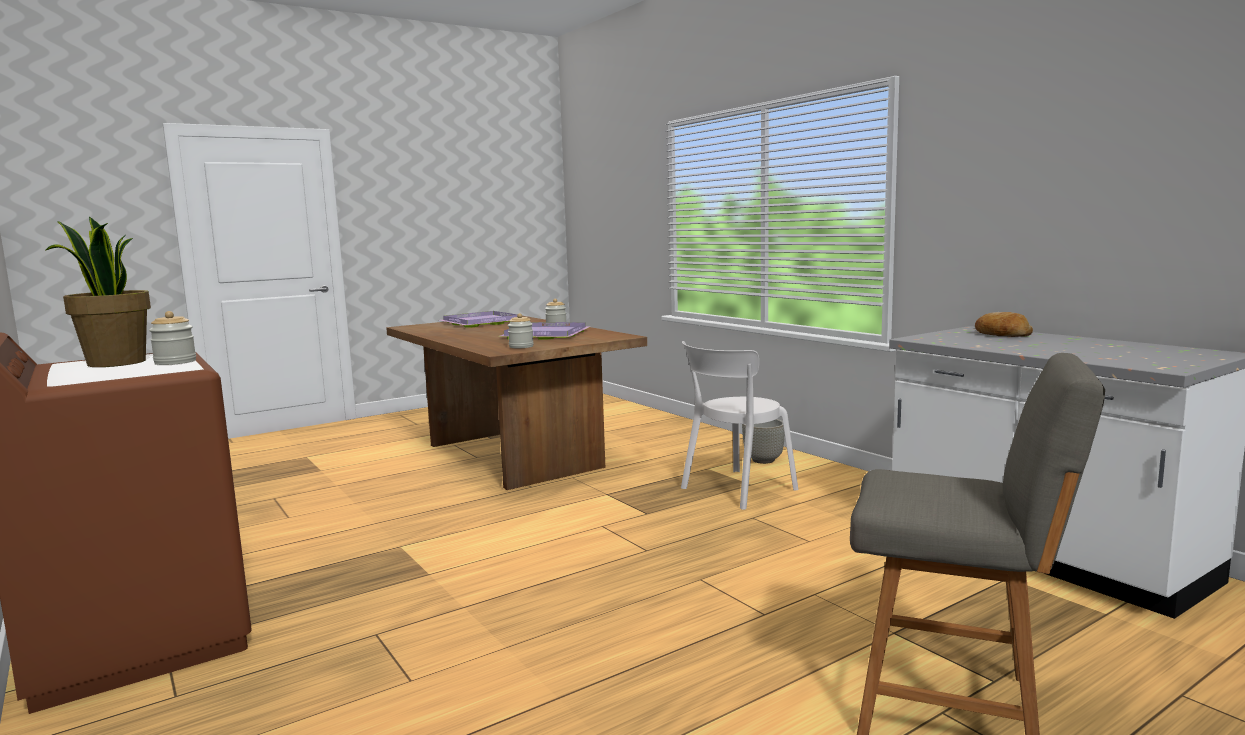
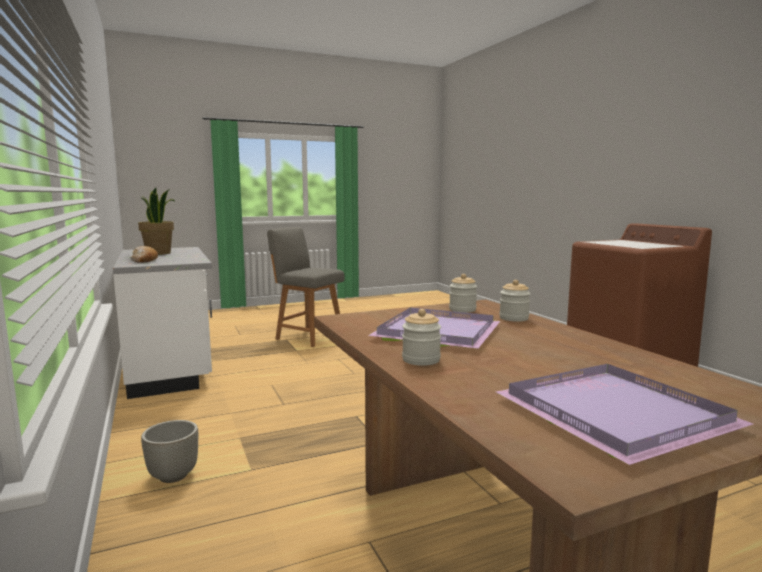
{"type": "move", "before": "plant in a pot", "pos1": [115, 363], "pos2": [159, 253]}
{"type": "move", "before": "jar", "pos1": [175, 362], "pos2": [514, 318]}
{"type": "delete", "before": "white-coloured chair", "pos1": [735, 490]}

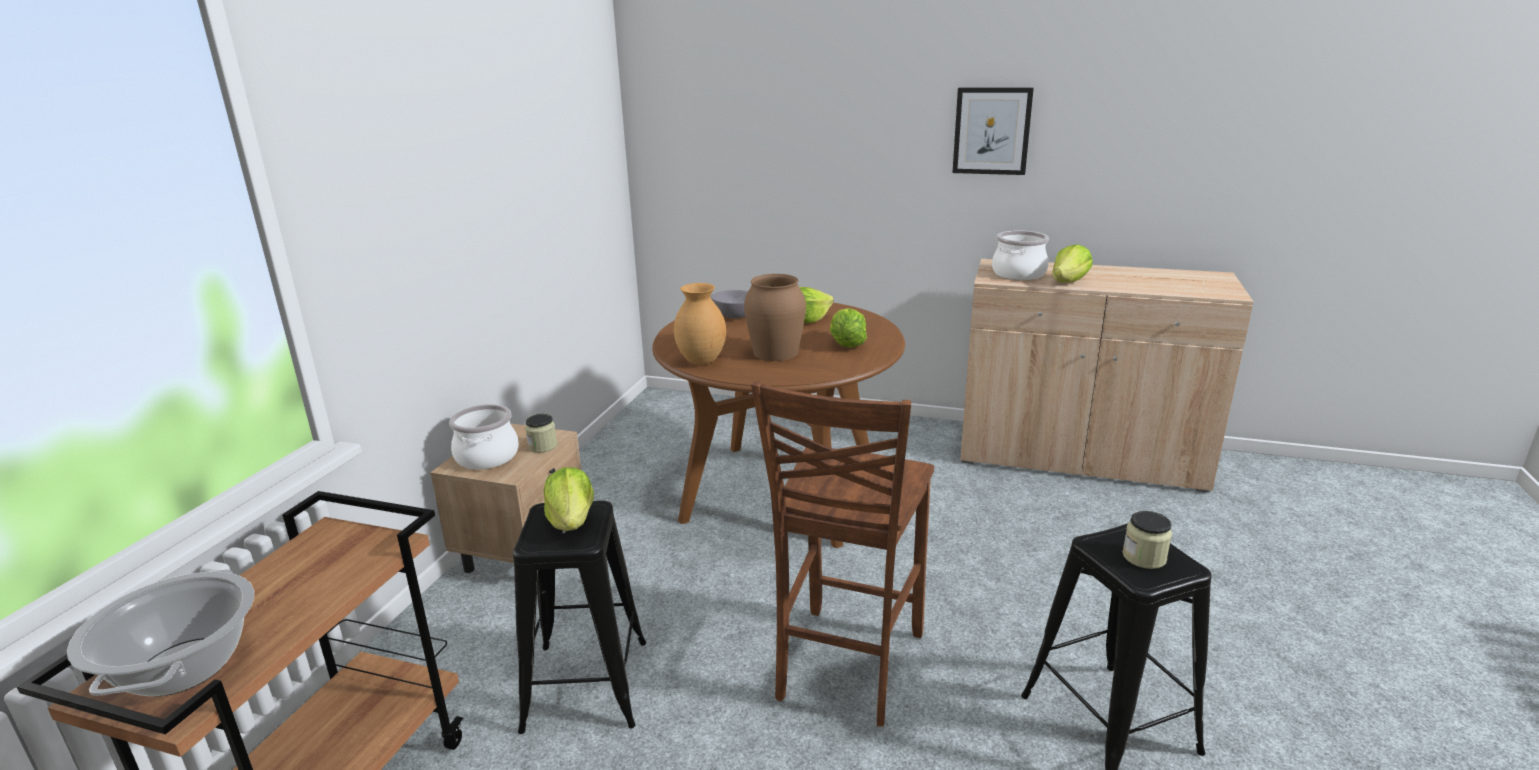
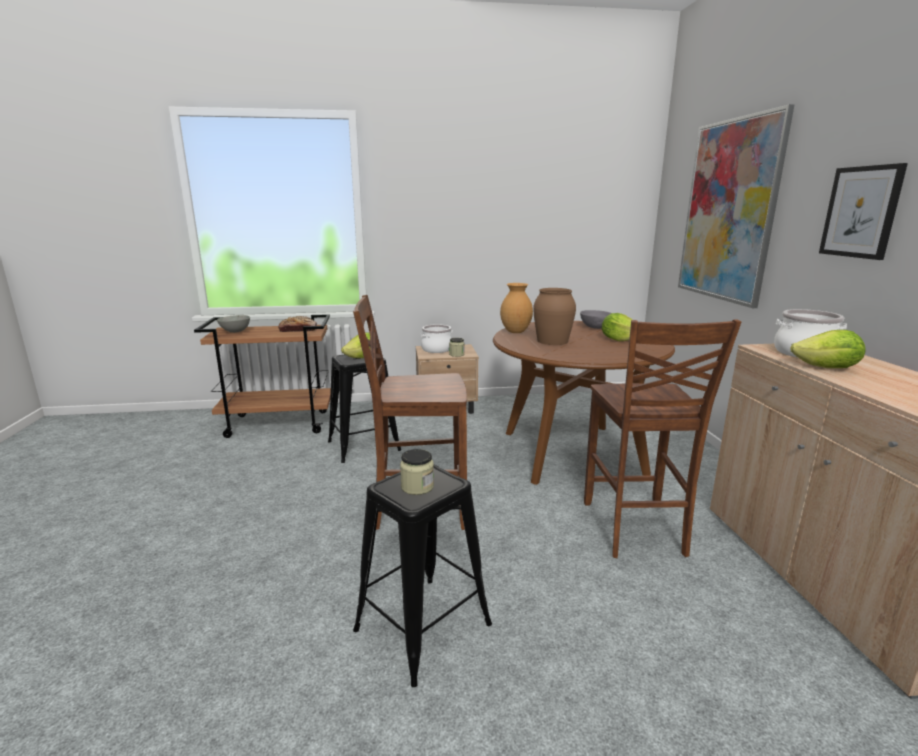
{"type": "replace", "before": "saucepot", "after": "grey bowl", "pos1": [183, 667], "pos2": [235, 332]}
{"type": "delete", "before": "lettuce head", "pos1": [846, 345]}
{"type": "insert", "after": "bakery bread", "pos2": [298, 330]}
{"type": "insert", "after": "brown-coloured chair", "pos2": [634, 529]}
{"type": "insert", "after": "wall picture", "pos2": [728, 211]}

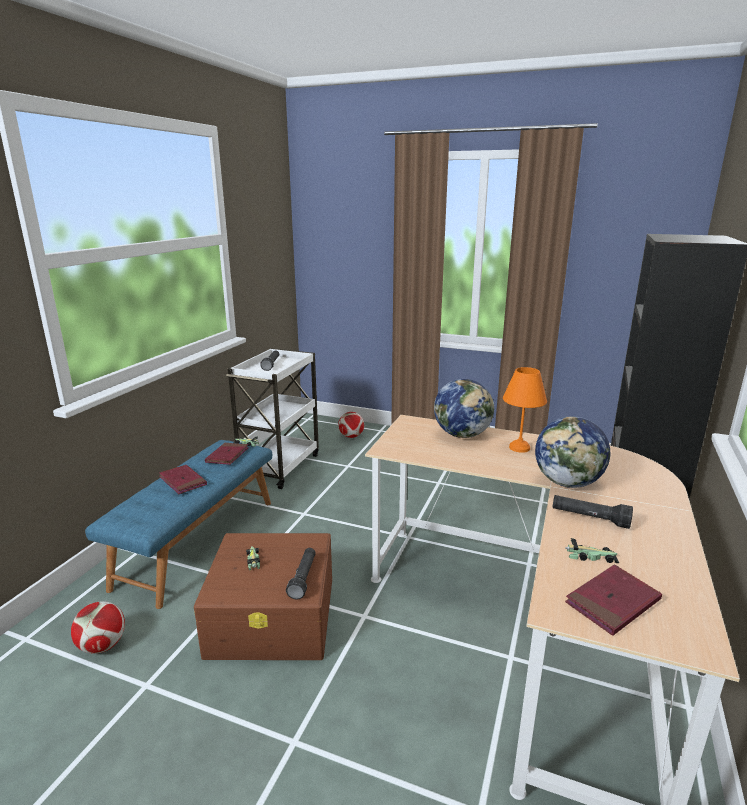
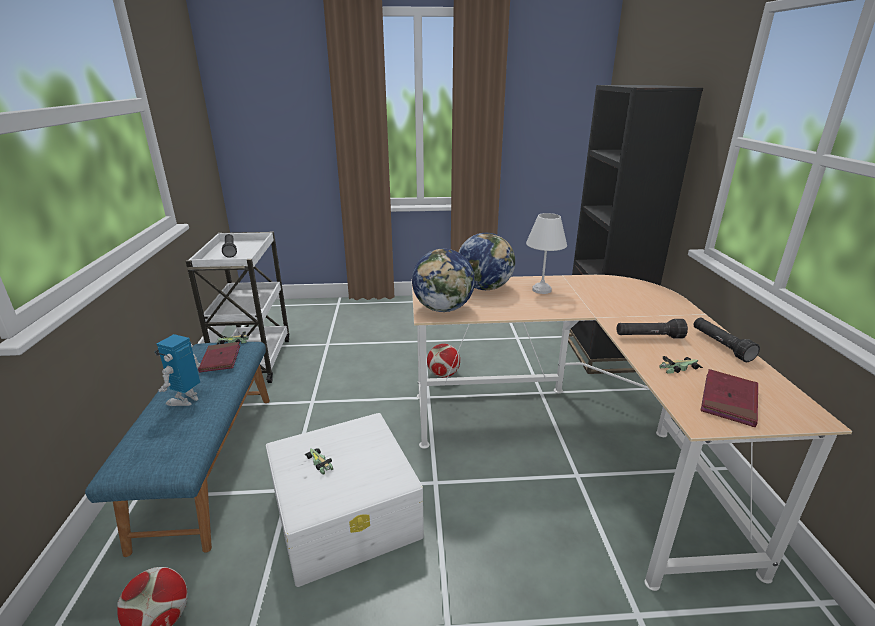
{"type": "replace", "before": "reddish volume", "after": "toy robot", "pos1": [183, 481], "pos2": [186, 400]}
{"type": "recolor", "before": "brown-coloured storage container", "after": "white-coloured storage container", "pos1": [273, 616], "pos2": [347, 513]}
{"type": "move", "before": "black-coloured flashlight", "pos1": [303, 578], "pos2": [720, 345]}
{"type": "move", "before": "football", "pos1": [351, 436], "pos2": [443, 374]}
{"type": "recolor", "before": "orange-coloured lamp for a table", "after": "white-coloured lamp for a table", "pos1": [519, 447], "pos2": [541, 289]}
{"type": "move", "before": "world globe", "pos1": [568, 483], "pos2": [443, 309]}

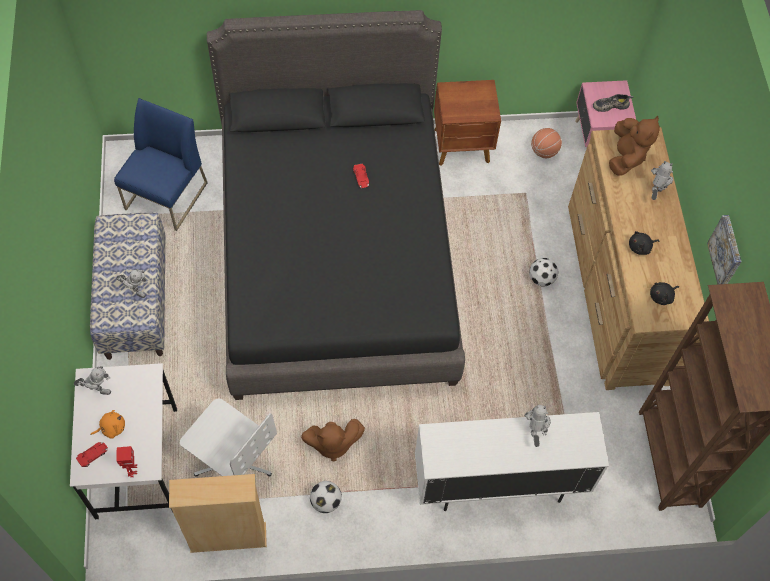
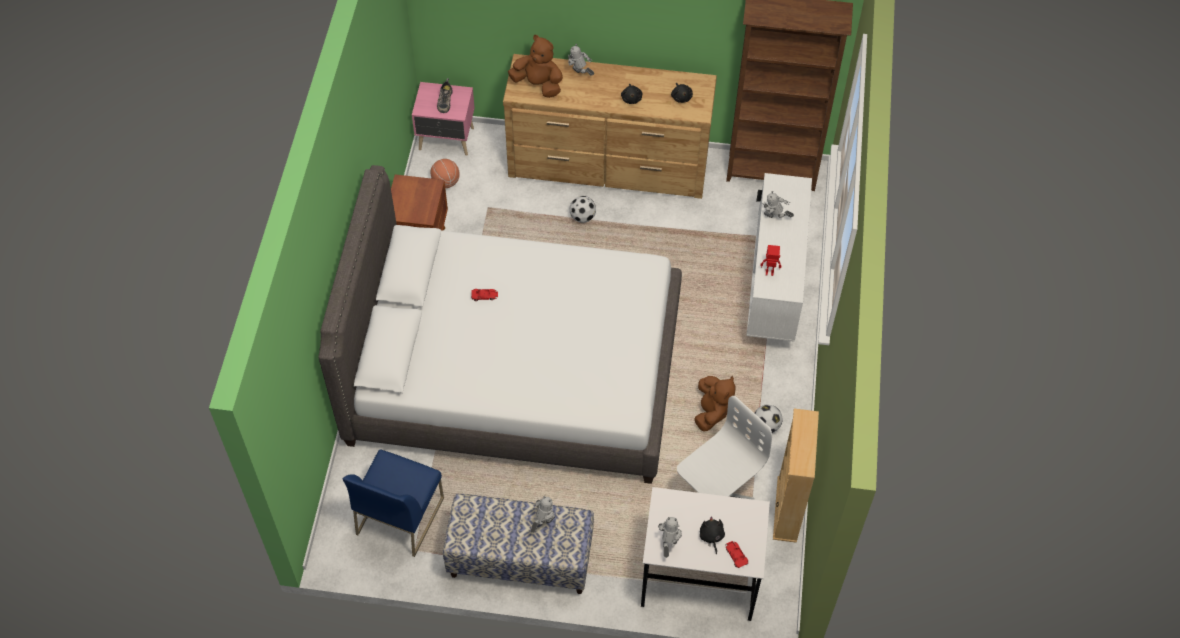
{"type": "recolor", "before": "orange-coloured soft toy", "after": "black-coloured soft toy", "pos1": [111, 428], "pos2": [711, 537]}
{"type": "rotate", "before": "bluish chair", "pos1": [166, 197], "pos2": [400, 515], "turn": -105}
{"type": "move", "before": "toy robot", "pos1": [132, 469], "pos2": [769, 273]}
{"type": "recolor", "before": "black-coloured bed", "after": "white-coloured bed", "pos1": [335, 256], "pos2": [515, 374]}
{"type": "delete", "before": "wall picture", "pos1": [727, 252]}

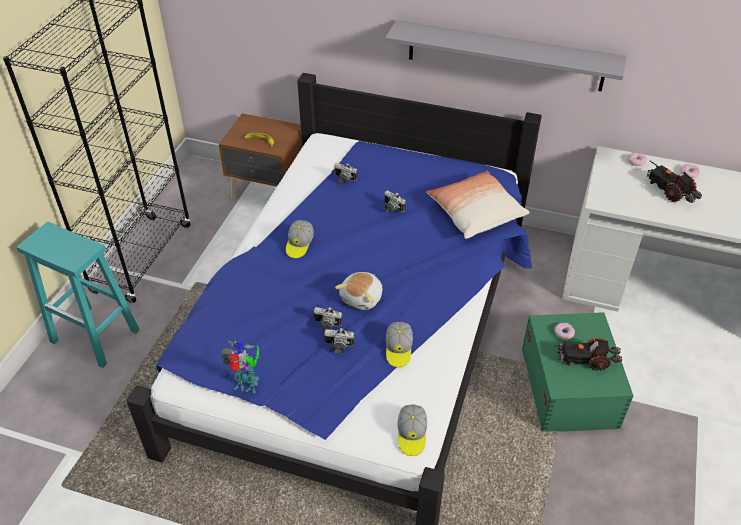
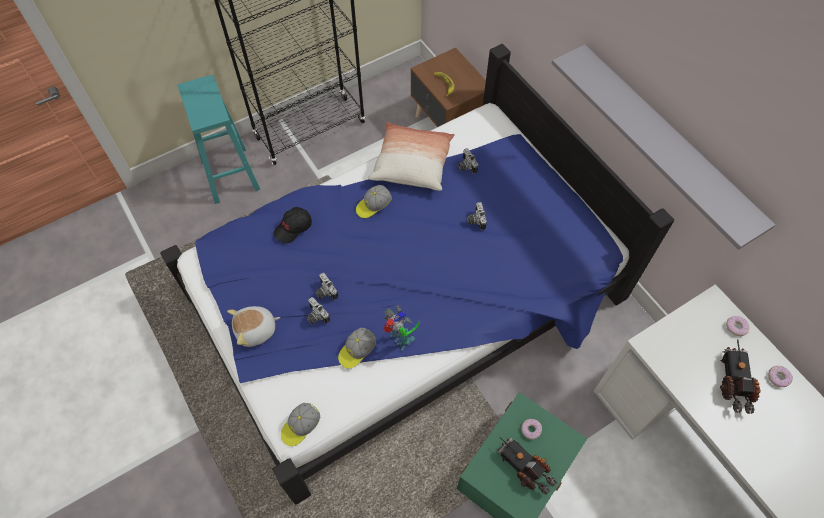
{"type": "move", "before": "toy robot", "pos1": [247, 386], "pos2": [401, 340]}
{"type": "move", "before": "soft toy", "pos1": [362, 298], "pos2": [256, 331]}
{"type": "move", "before": "pillow", "pos1": [475, 214], "pos2": [412, 164]}
{"type": "insert", "after": "black-coloured baseball cap", "pos2": [293, 228]}

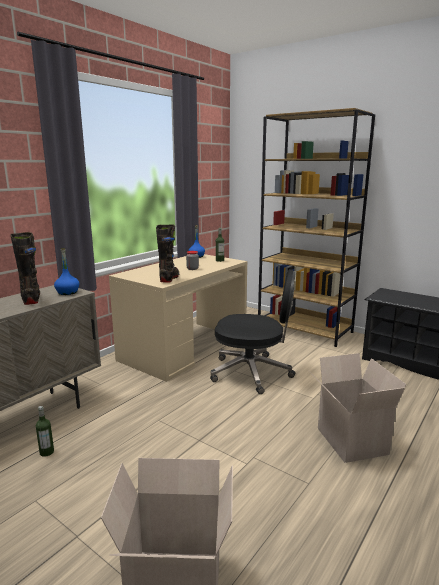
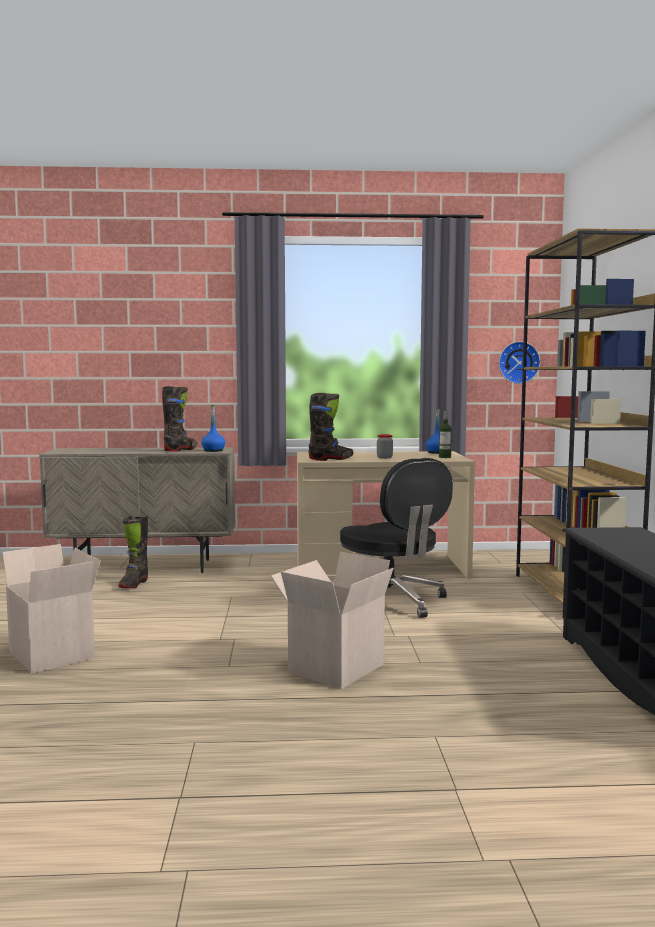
{"type": "replace", "before": "drink bottle", "after": "black-coloured tall boot", "pos1": [47, 452], "pos2": [133, 584]}
{"type": "insert", "after": "wall clock", "pos2": [518, 362]}

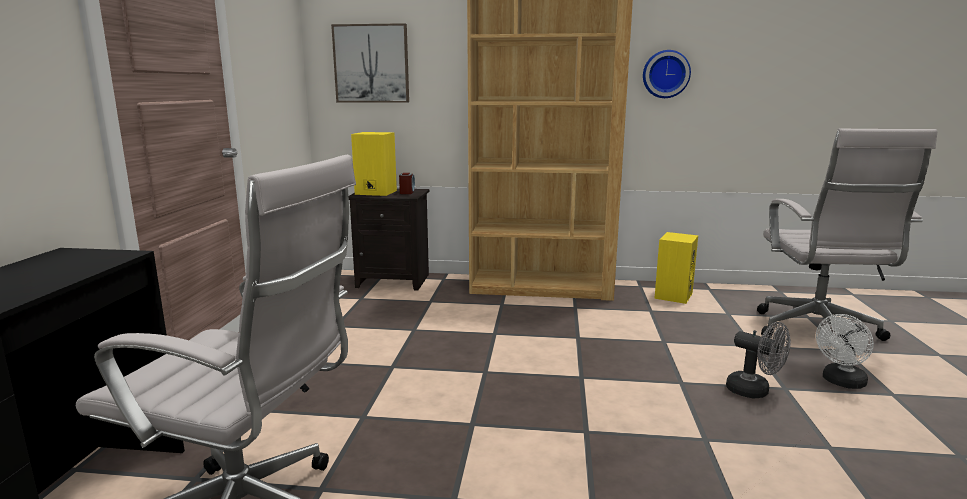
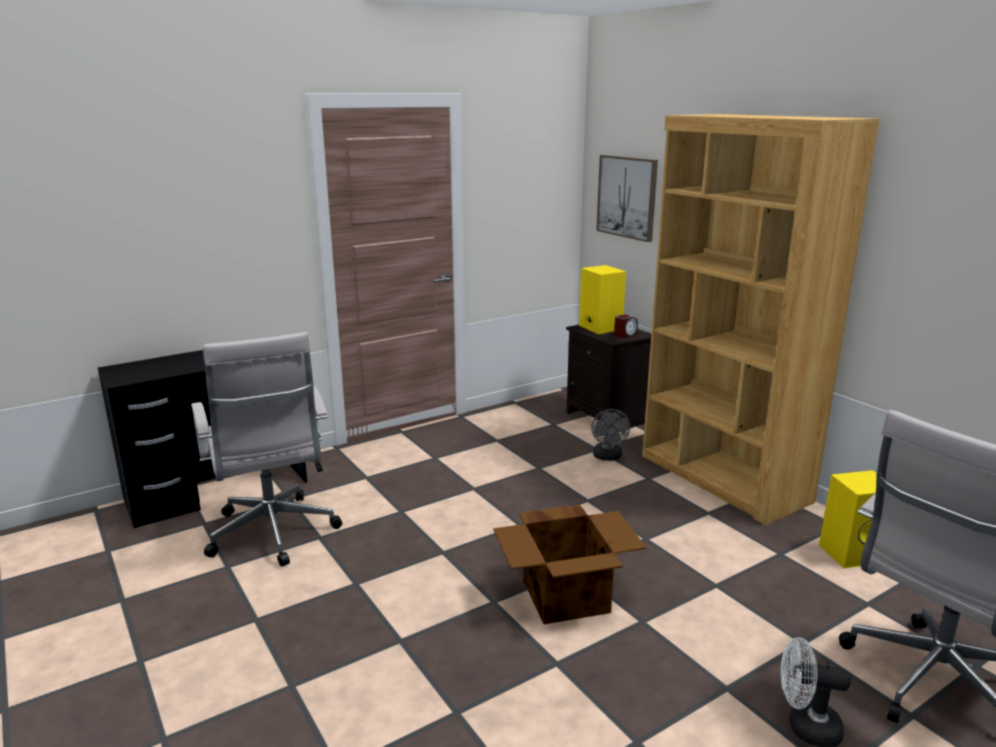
{"type": "delete", "before": "wall clock", "pos1": [665, 74]}
{"type": "move", "before": "grey electric fan", "pos1": [754, 391], "pos2": [608, 457]}
{"type": "insert", "after": "cardboard box", "pos2": [567, 596]}

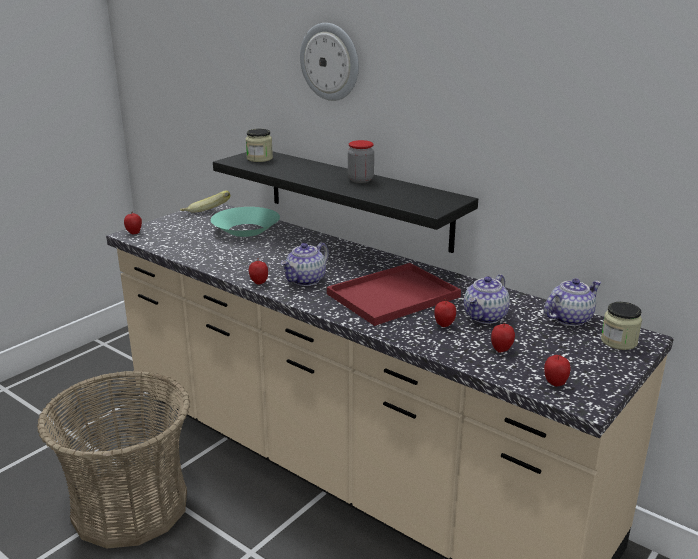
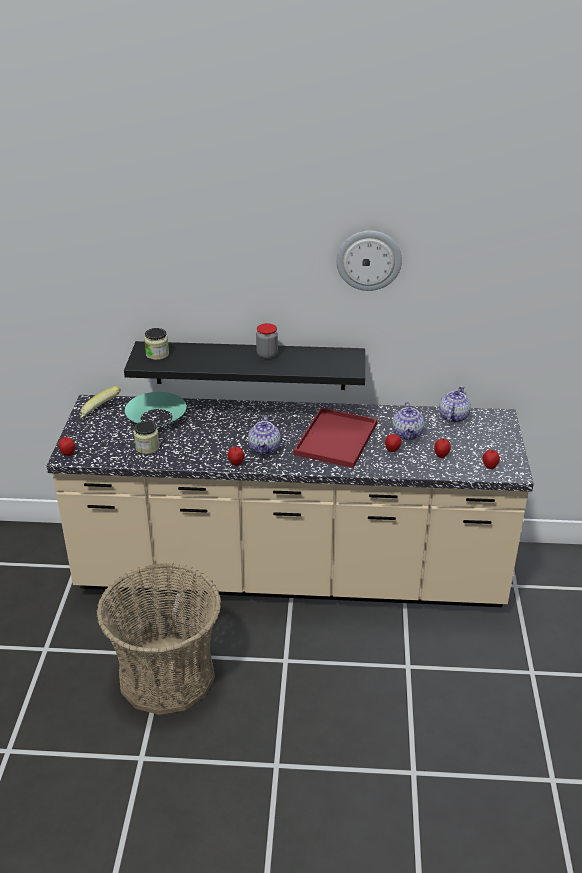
{"type": "move", "before": "wall clock", "pos1": [330, 62], "pos2": [369, 260]}
{"type": "move", "before": "jar", "pos1": [618, 341], "pos2": [147, 447]}

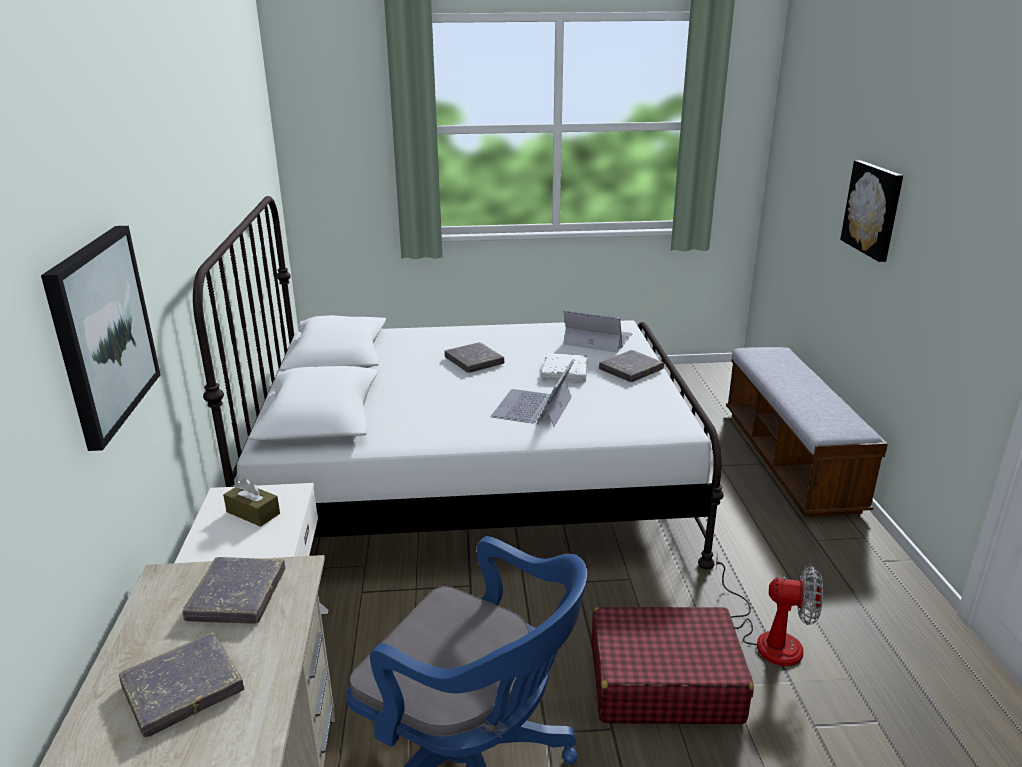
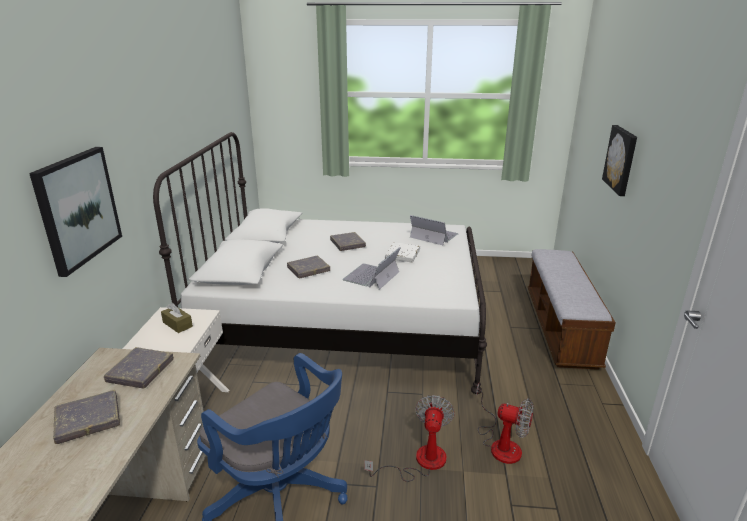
{"type": "replace", "before": "reddish piece of luggage", "after": "electric fan", "pos1": [663, 681], "pos2": [420, 462]}
{"type": "move", "before": "grey volume", "pos1": [630, 370], "pos2": [308, 269]}

